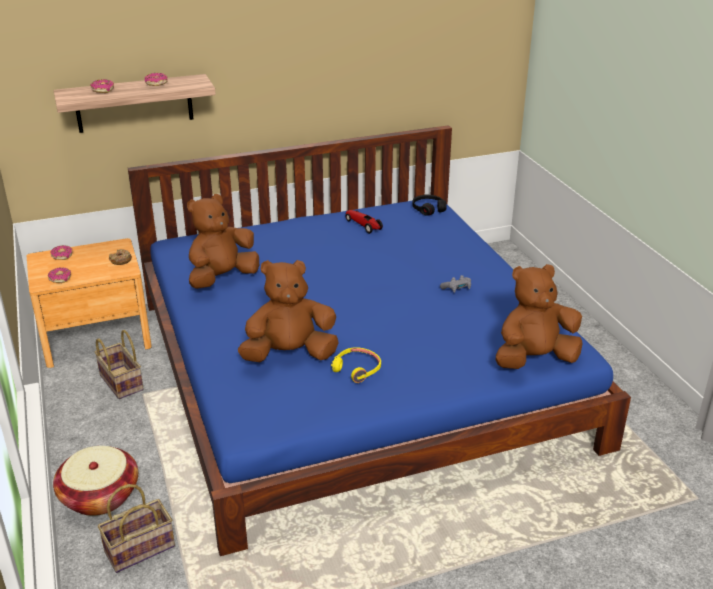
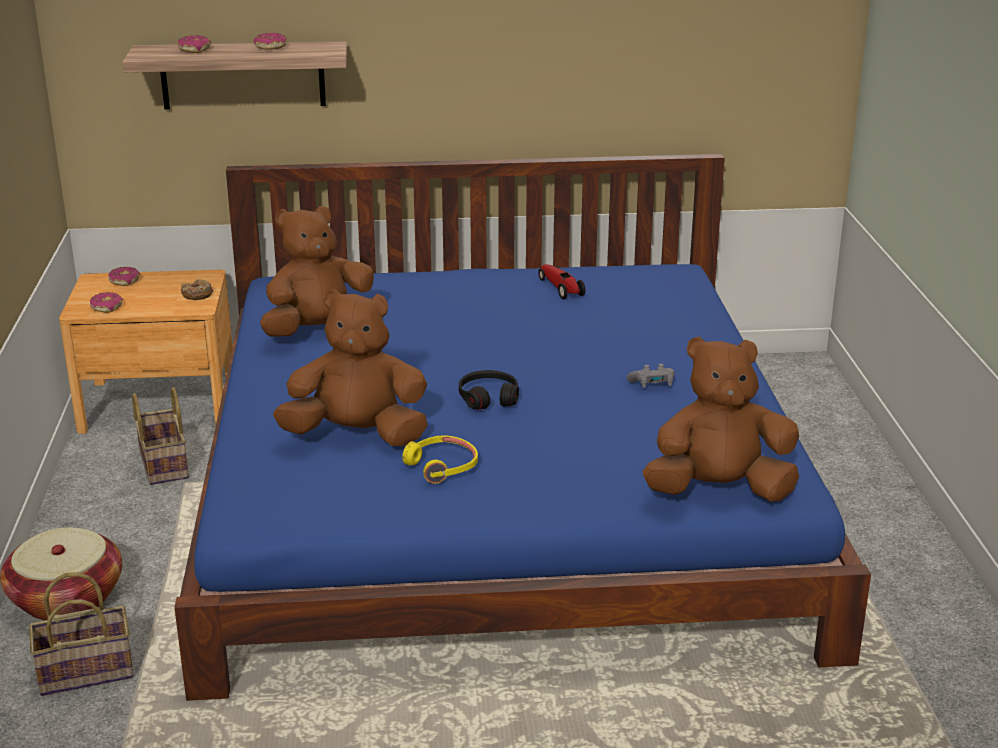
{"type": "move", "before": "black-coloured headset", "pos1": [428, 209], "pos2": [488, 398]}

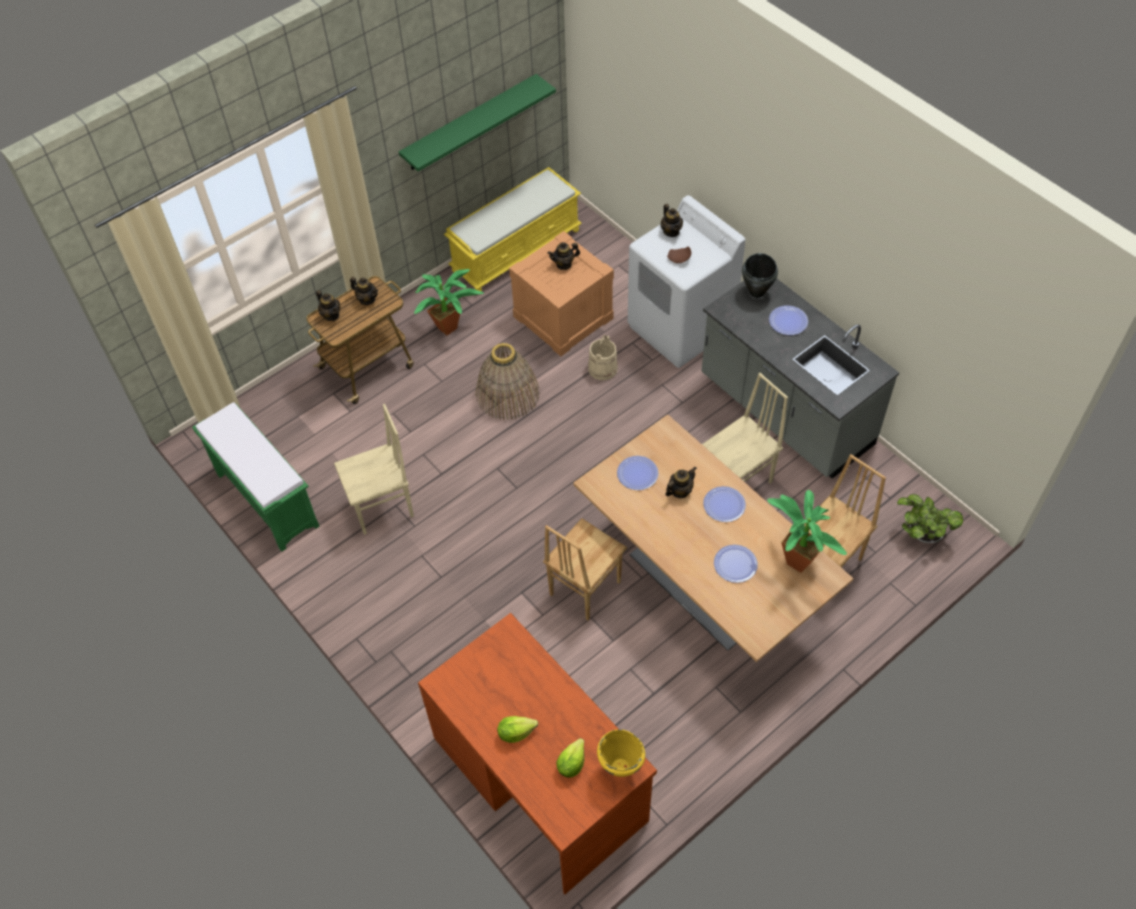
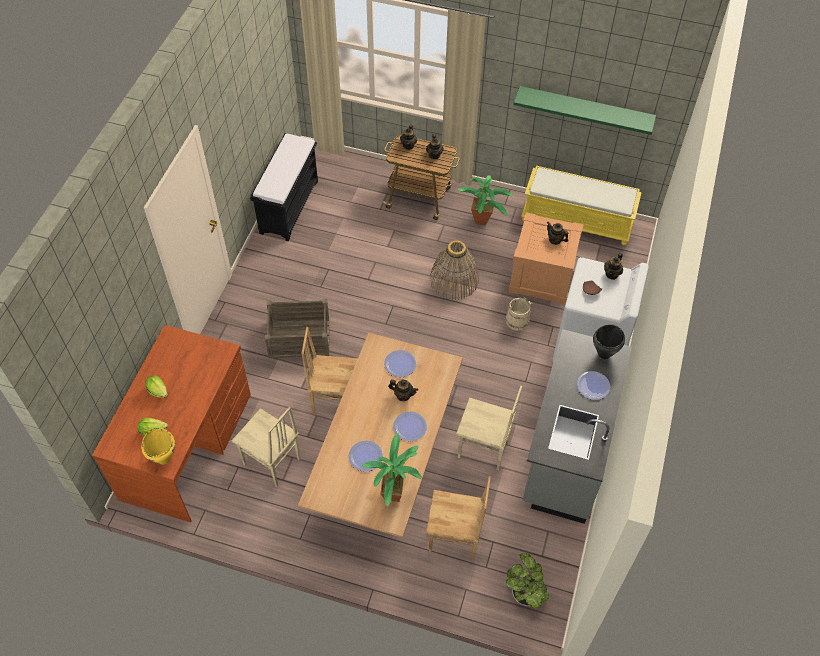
{"type": "recolor", "before": "green long seat", "after": "black-coloured long seat", "pos1": [266, 499], "pos2": [289, 206]}
{"type": "move", "before": "beige chair", "pos1": [382, 508], "pos2": [271, 463]}
{"type": "insert", "after": "shipping crate", "pos2": [299, 337]}

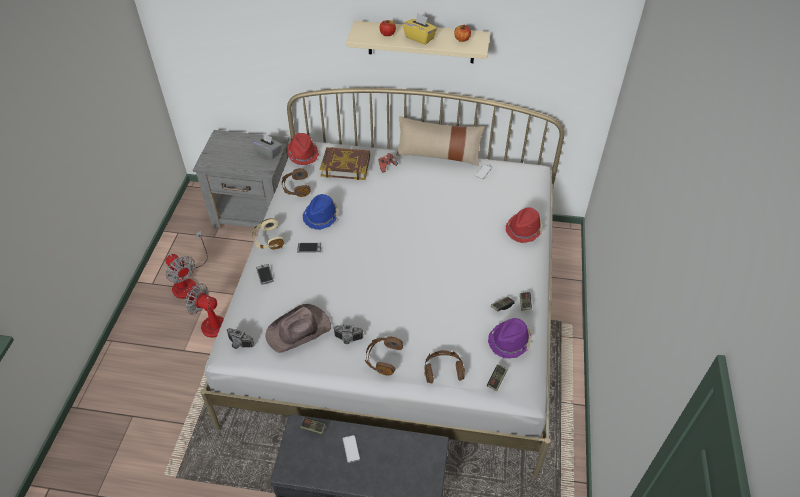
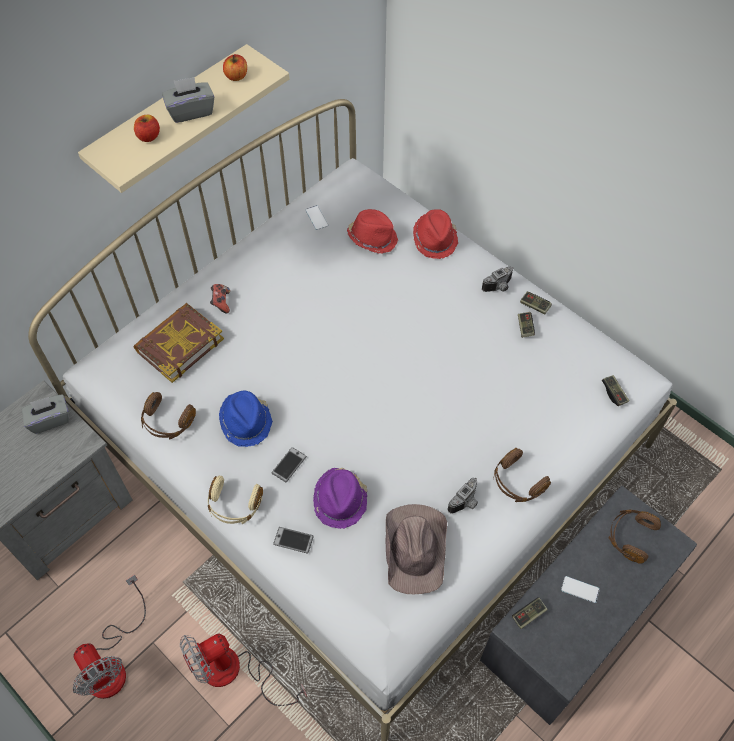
{"type": "rotate", "before": "electric fan", "pos1": [188, 281], "pos2": [112, 662], "turn": 60}
{"type": "move", "before": "photo camera", "pos1": [239, 344], "pos2": [499, 287]}
{"type": "move", "before": "reddish hat", "pos1": [303, 154], "pos2": [372, 237]}
{"type": "delete", "before": "beige pillow", "pos1": [438, 154]}
{"type": "recolor", "before": "yellowish box of tissues", "after": "grey box of tissues", "pos1": [419, 38], "pos2": [191, 111]}
{"type": "move", "before": "brown-coloured headset", "pos1": [443, 370], "pos2": [630, 537]}
{"type": "move", "before": "purple-coloured hat", "pos1": [510, 342], "pos2": [340, 500]}

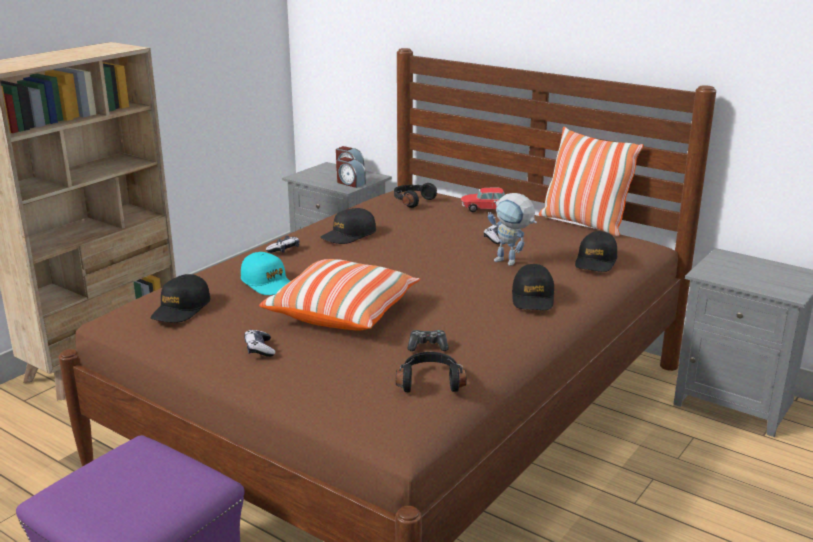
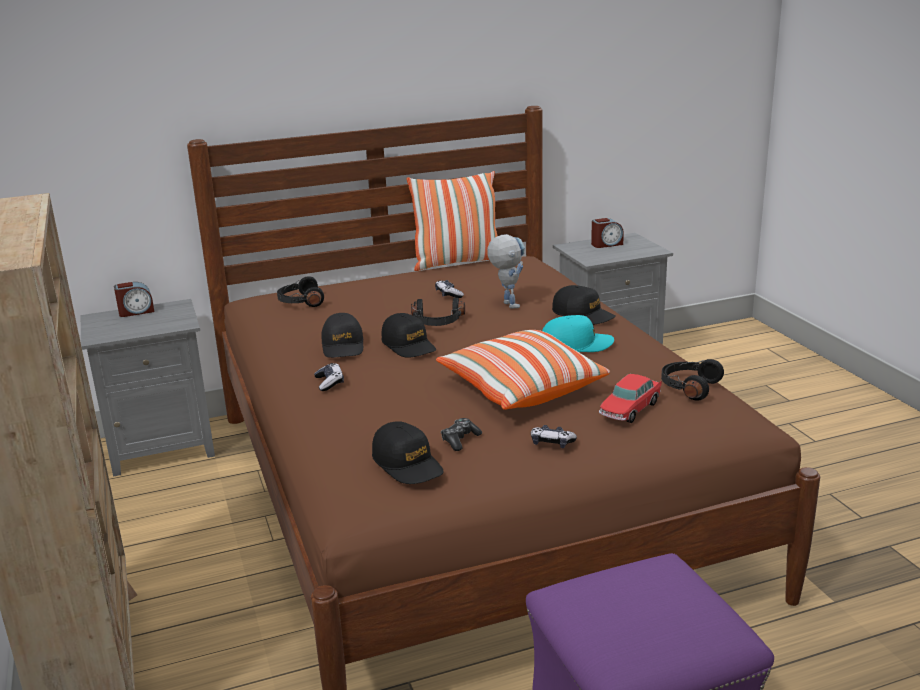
{"type": "move", "before": "blue-green baseball cap", "pos1": [268, 283], "pos2": [576, 345]}
{"type": "move", "before": "alarm clock", "pos1": [350, 183], "pos2": [606, 244]}
{"type": "move", "before": "joypad", "pos1": [427, 346], "pos2": [460, 440]}
{"type": "move", "before": "miniature car", "pos1": [488, 209], "pos2": [630, 409]}
{"type": "rotate", "before": "toy robot", "pos1": [511, 262], "pos2": [507, 303], "turn": -90}
{"type": "move", "before": "black-coloured baseball cap", "pos1": [596, 261], "pos2": [409, 345]}
{"type": "insert", "after": "black-coloured headset", "pos2": [438, 323]}

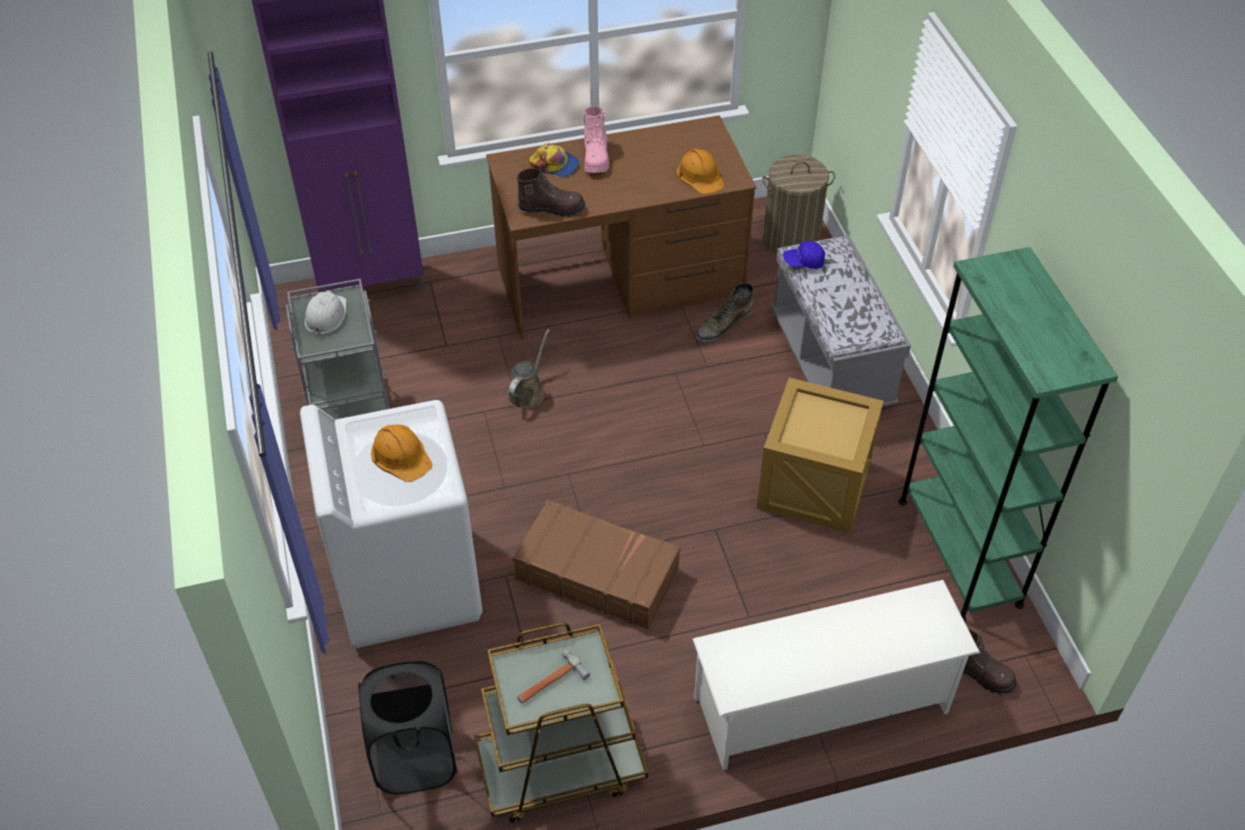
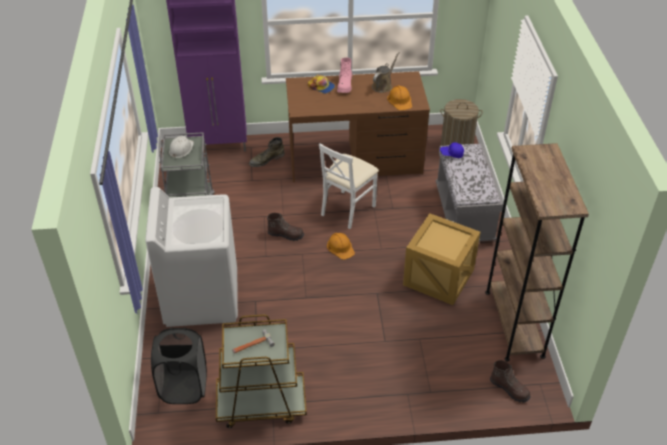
{"type": "move", "before": "orange-coloured work helmet", "pos1": [401, 455], "pos2": [340, 247]}
{"type": "move", "before": "brown-coloured sprinkling can", "pos1": [527, 392], "pos2": [383, 85]}
{"type": "delete", "before": "brown-coloured piece of luggage", "pos1": [597, 573]}
{"type": "move", "before": "brown-coloured tall boot", "pos1": [552, 208], "pos2": [286, 234]}
{"type": "delete", "before": "white-coloured shoe shelf", "pos1": [822, 705]}
{"type": "move", "before": "green tall boot", "pos1": [723, 325], "pos2": [266, 160]}
{"type": "recolor", "before": "green bookcase", "after": "brown-coloured bookcase", "pos1": [959, 551], "pos2": [514, 323]}
{"type": "insert", "after": "white-coloured chair", "pos2": [347, 209]}

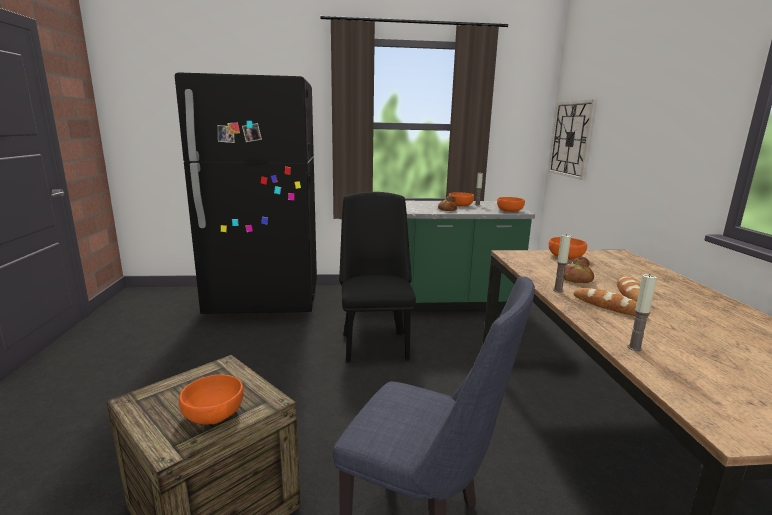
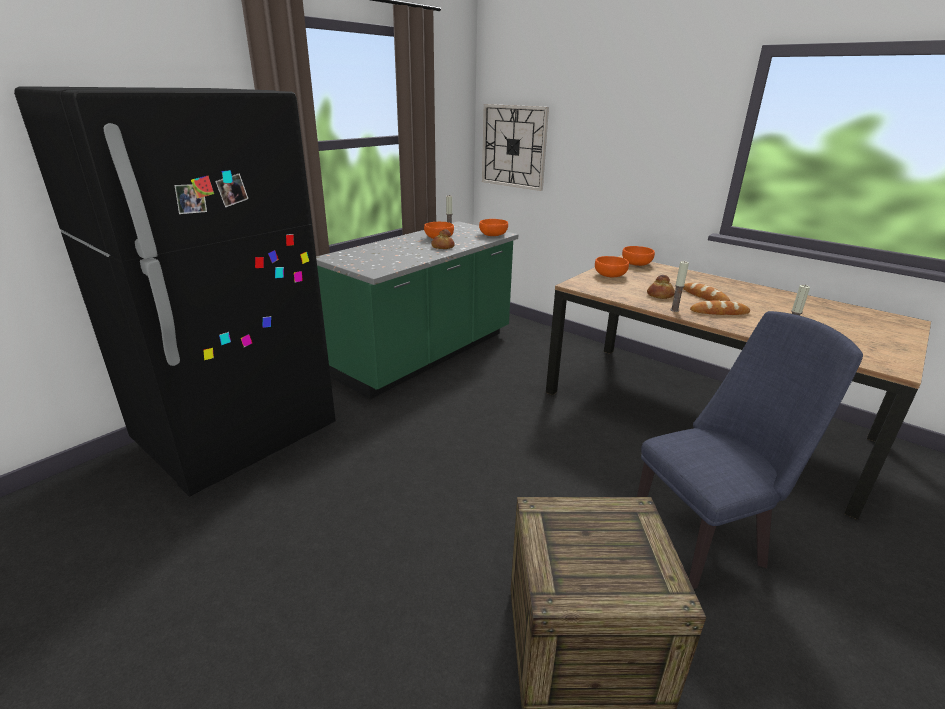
{"type": "move", "before": "orange-coloured bowl", "pos1": [214, 413], "pos2": [636, 263]}
{"type": "delete", "before": "black-coloured chair", "pos1": [375, 343]}

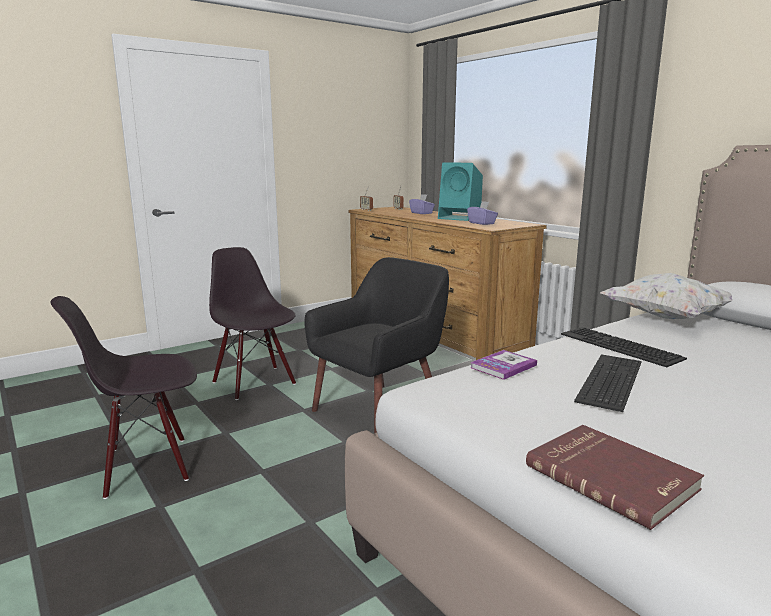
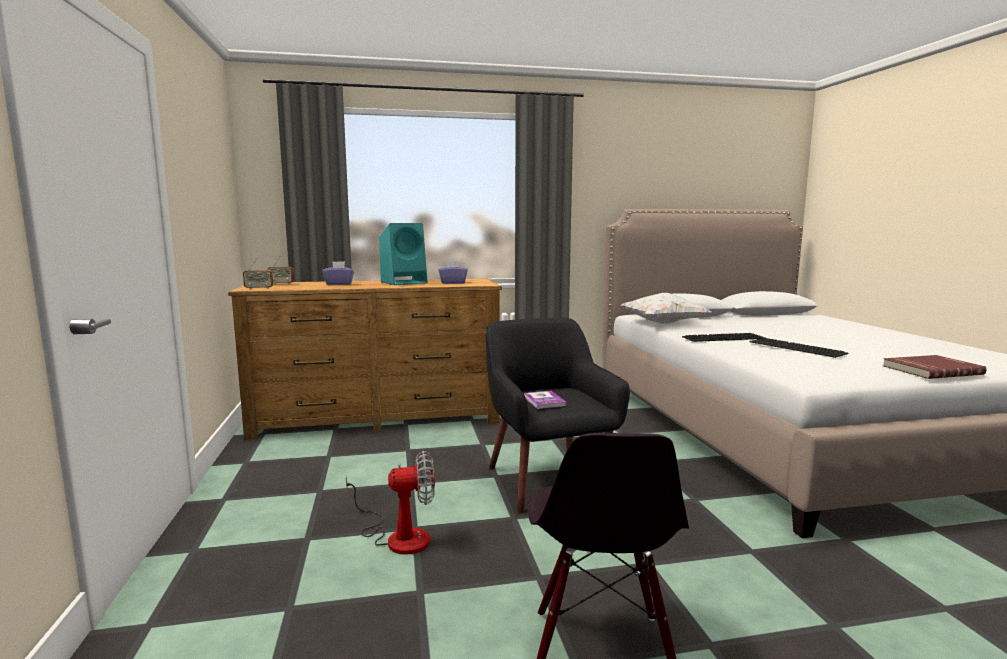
{"type": "replace", "before": "black-coloured chair", "after": "electric fan", "pos1": [255, 383], "pos2": [398, 536]}
{"type": "move", "before": "volume", "pos1": [503, 366], "pos2": [544, 401]}

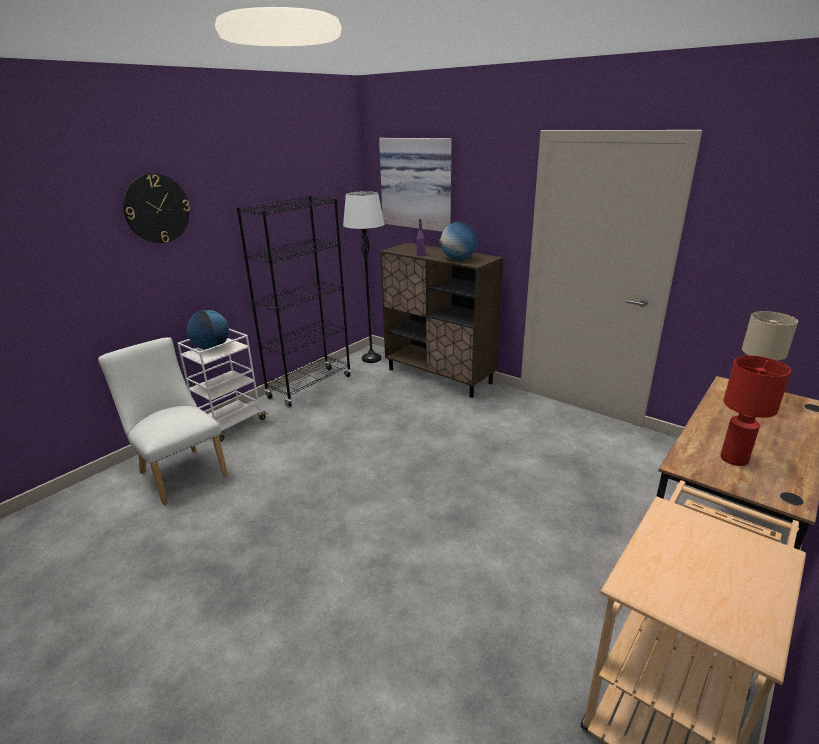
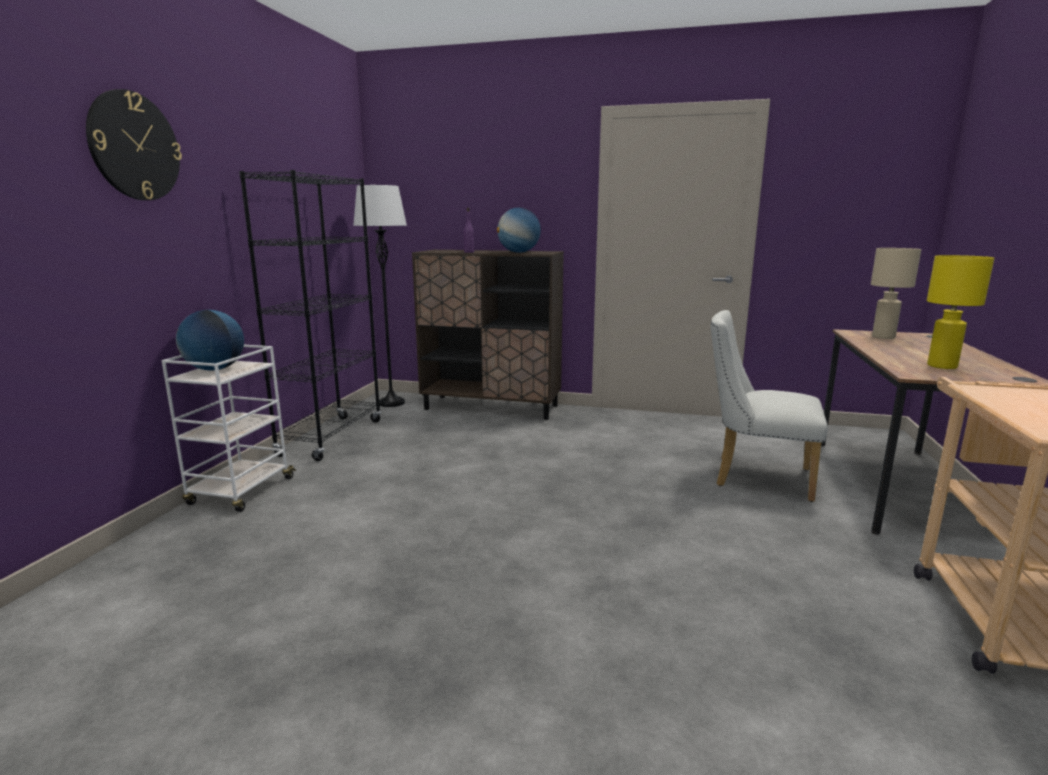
{"type": "move", "before": "white-coloured chair", "pos1": [179, 472], "pos2": [754, 477]}
{"type": "delete", "before": "wall picture", "pos1": [417, 183]}
{"type": "recolor", "before": "reddish lamp for a table", "after": "yellowish lamp for a table", "pos1": [733, 459], "pos2": [941, 366]}

